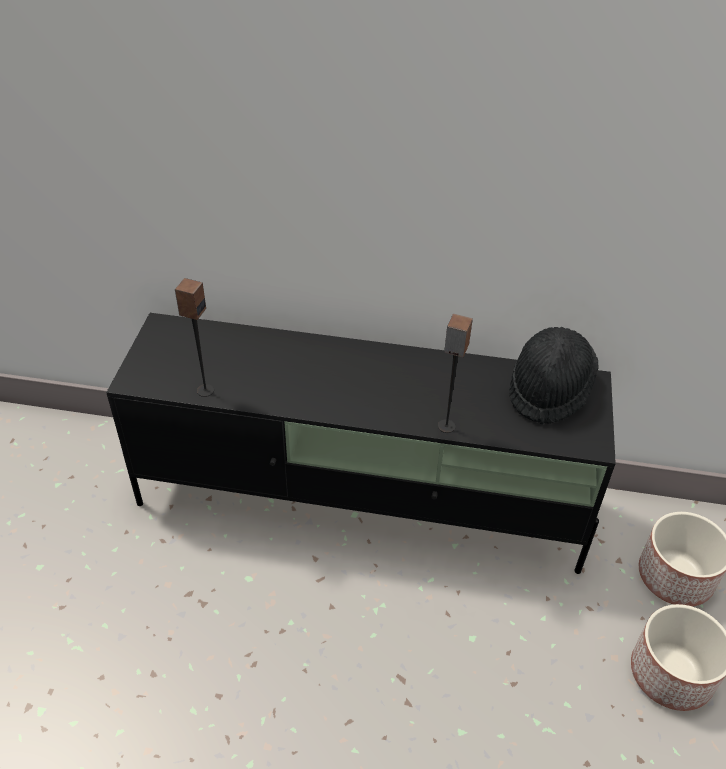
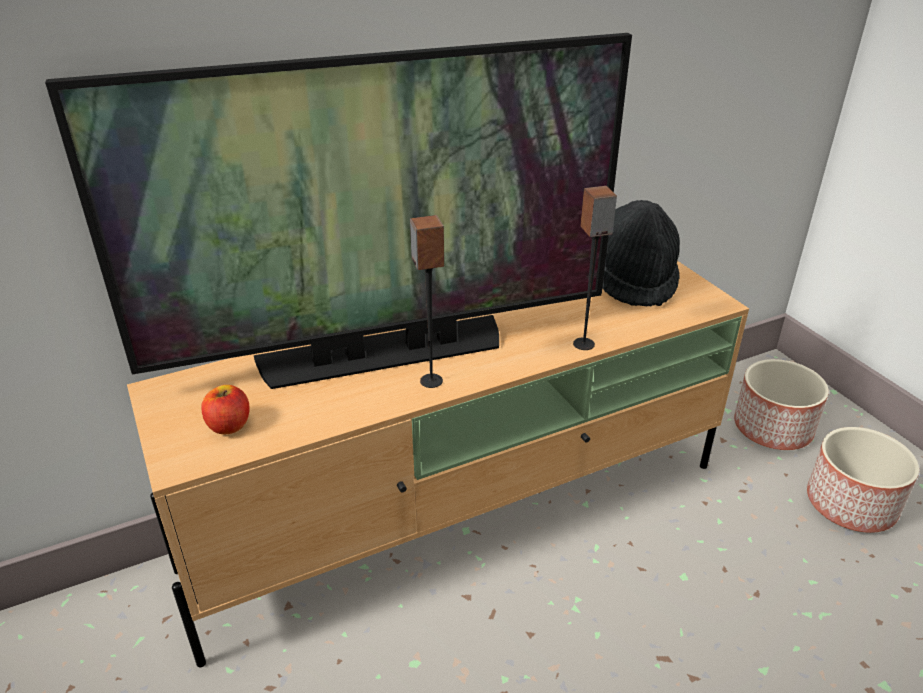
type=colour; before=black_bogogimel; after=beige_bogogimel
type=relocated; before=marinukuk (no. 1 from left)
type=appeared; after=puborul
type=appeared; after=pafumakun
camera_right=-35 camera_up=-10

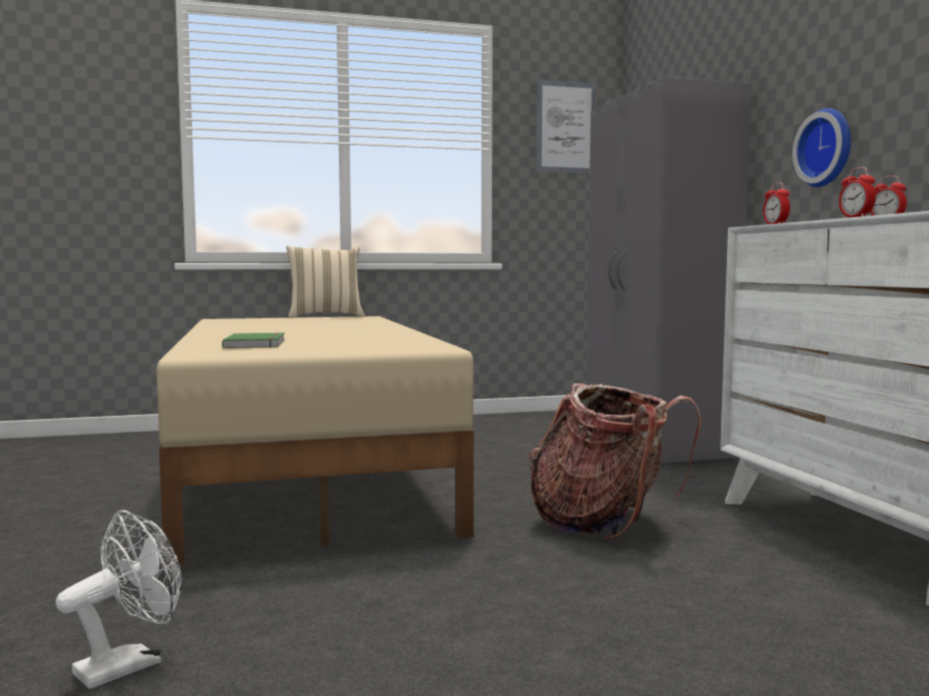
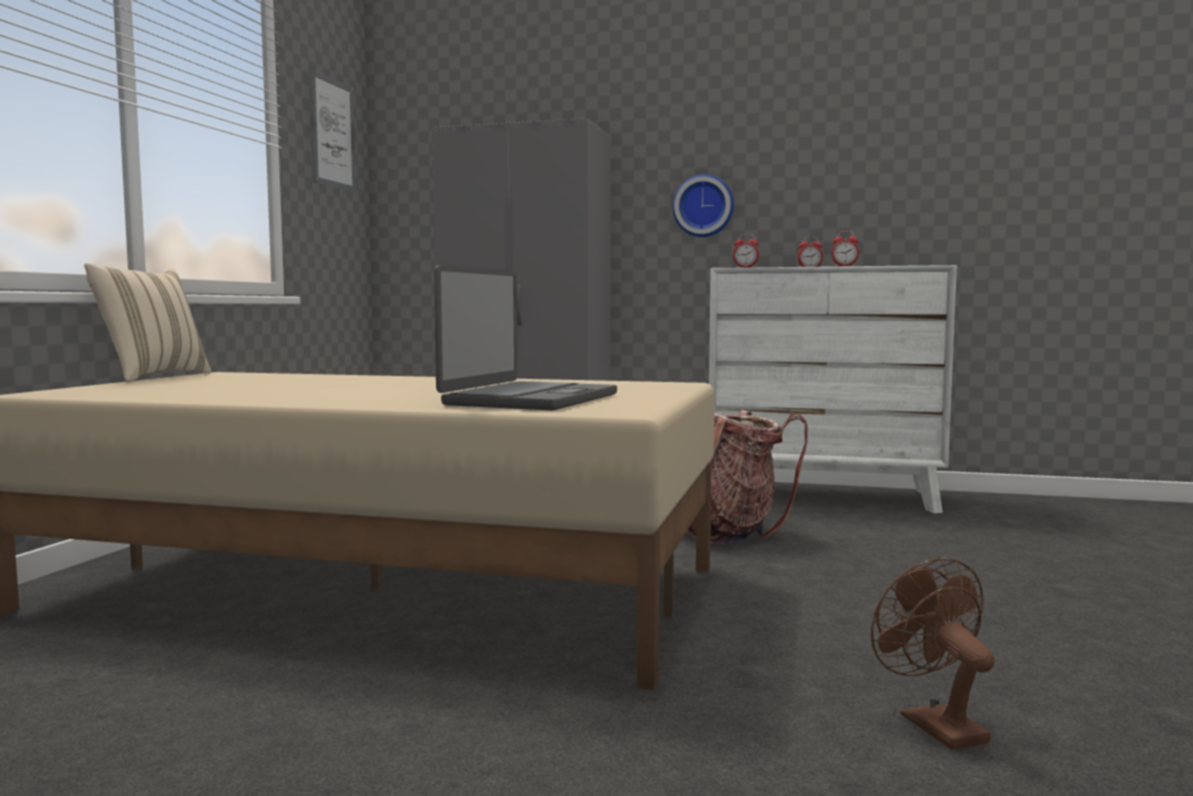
type=colour; before=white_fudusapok; after=brown_fudusapok
type=exchanged; before=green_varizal; after=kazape
camera_right=-60 camera_up=0

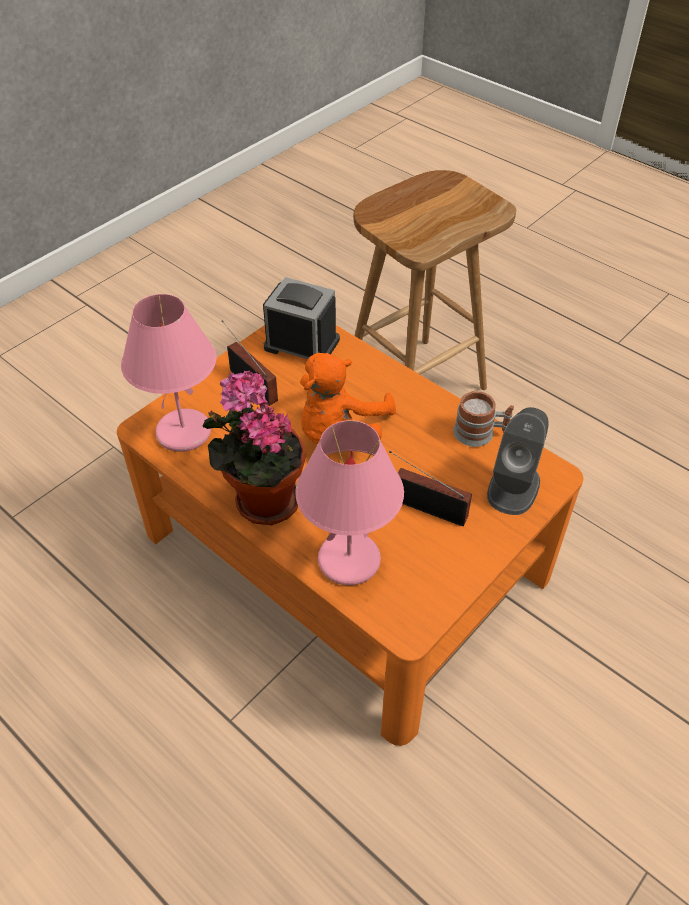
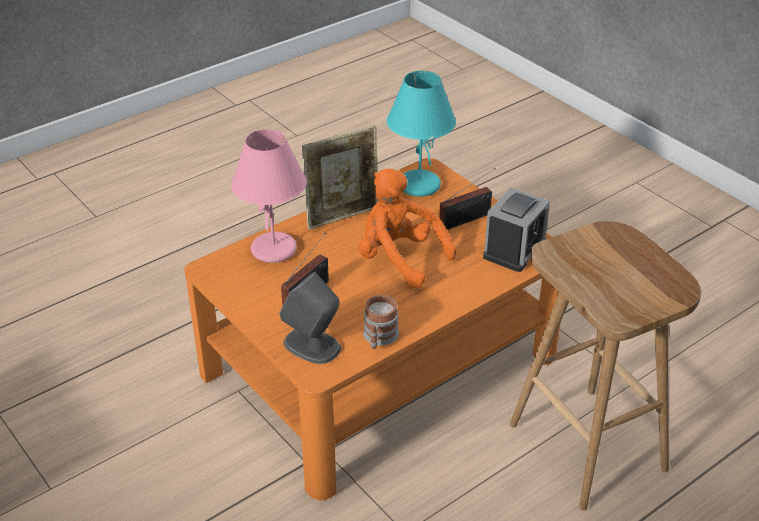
type=colour; before=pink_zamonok (no. 1 from left); after=turquoise_zamonok
type=exchanged; before=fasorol; after=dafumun
camera_right=100 camera_up=-10

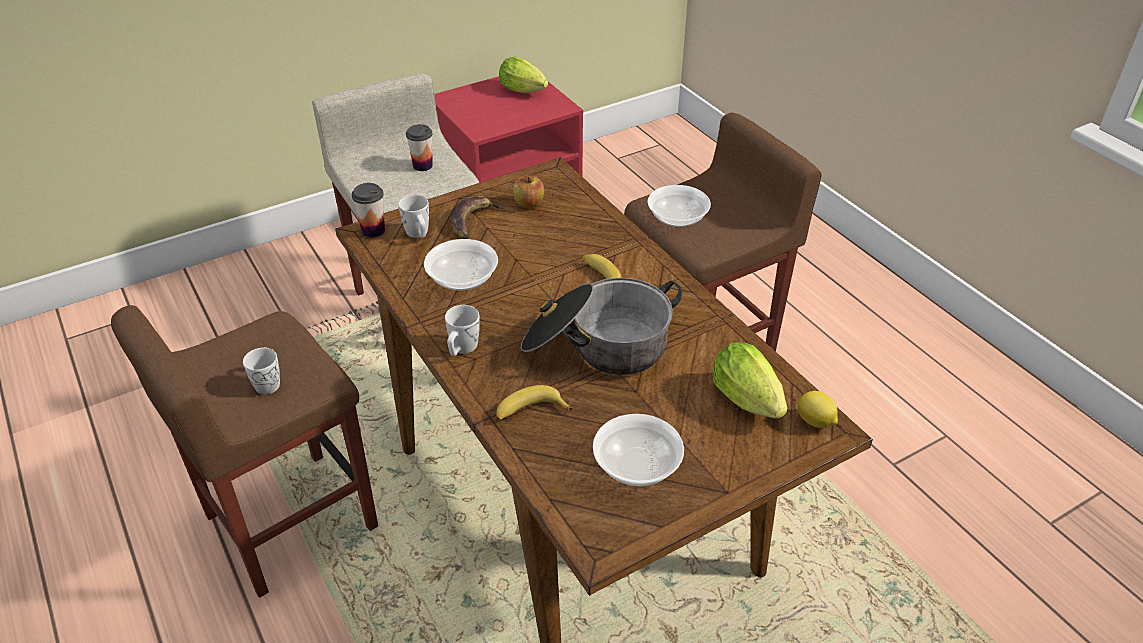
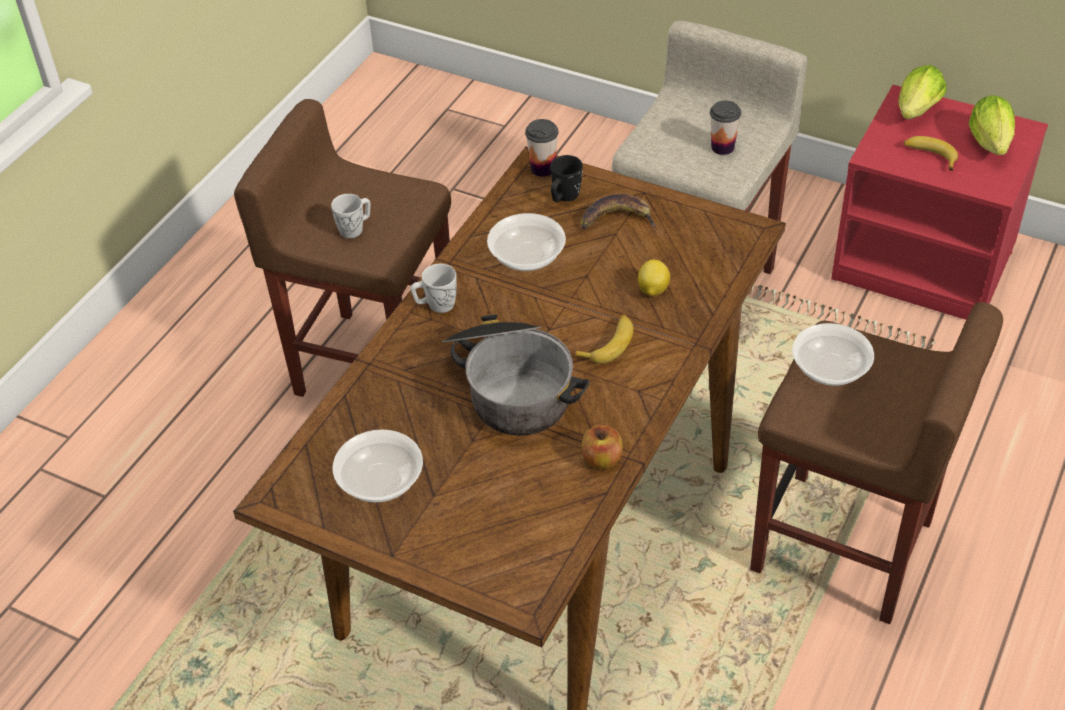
type=colour; before=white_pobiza (no. 2 from left); after=black_pobiza
type=relocated; before=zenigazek (no. 2 from left in the first image); after=zenigazek (no. 3 from left)
type=relocated; before=pafumakun
type=relocated; before=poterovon (no. 2 from left in the first image); after=poterovon (no. 1 from left)
type=relocated; before=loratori
camera_right=60 camera_up=5

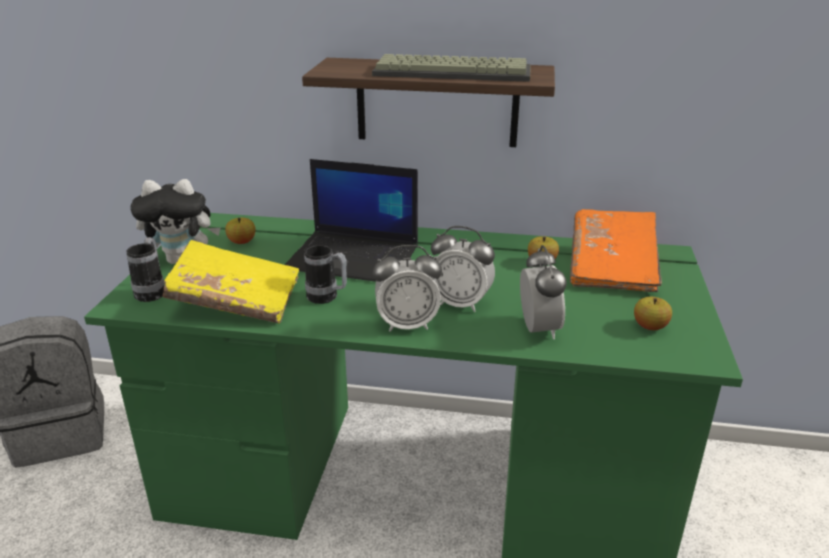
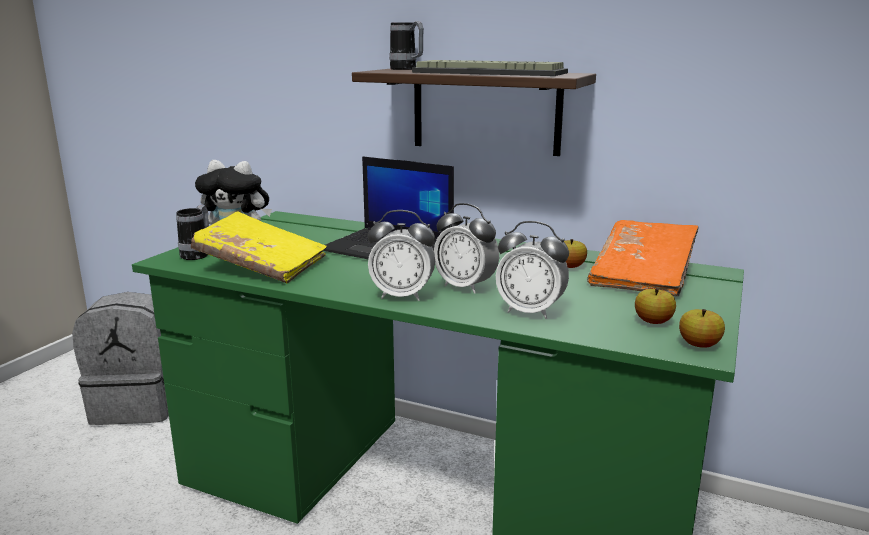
type=relocated; before=pafumakun (no. 1 from left in the first image); after=pafumakun (no. 3 from left)
type=relocated; before=pobiza (no. 2 from left)
type=spun; before=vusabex (no. 3 from left); turn=105
camera_right=15 camera_up=-10

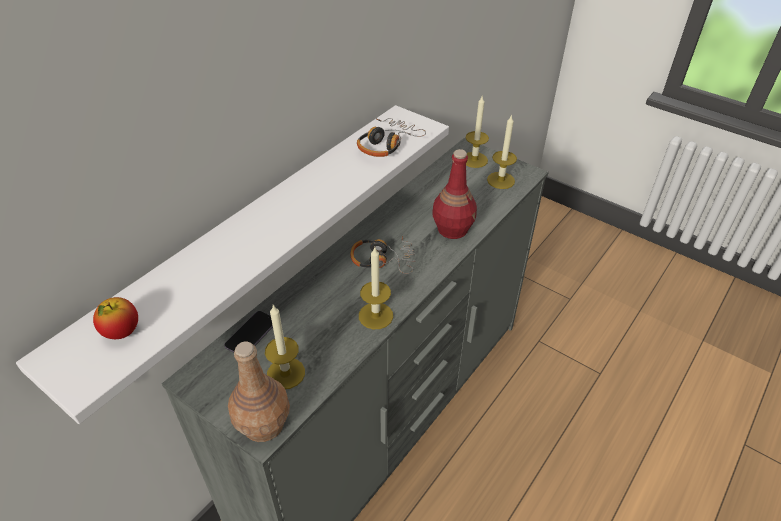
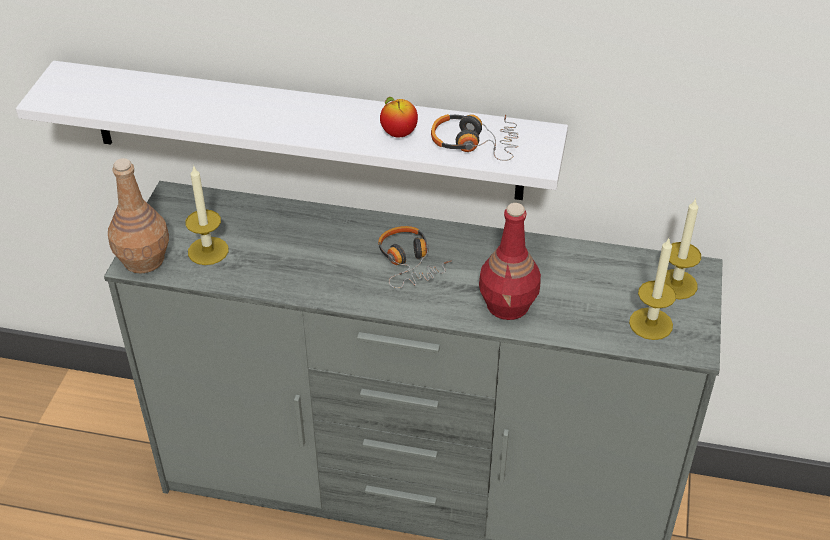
type=relocated; before=pafumakun
type=missing; before=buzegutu
type=missing; before=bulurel (no. 2 from left)
camera_right=65 camera_up=0

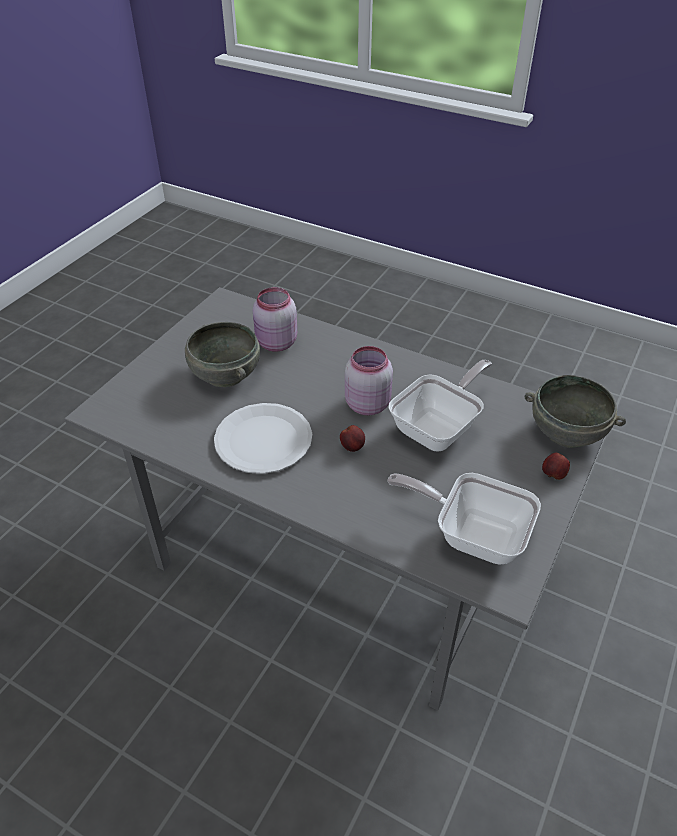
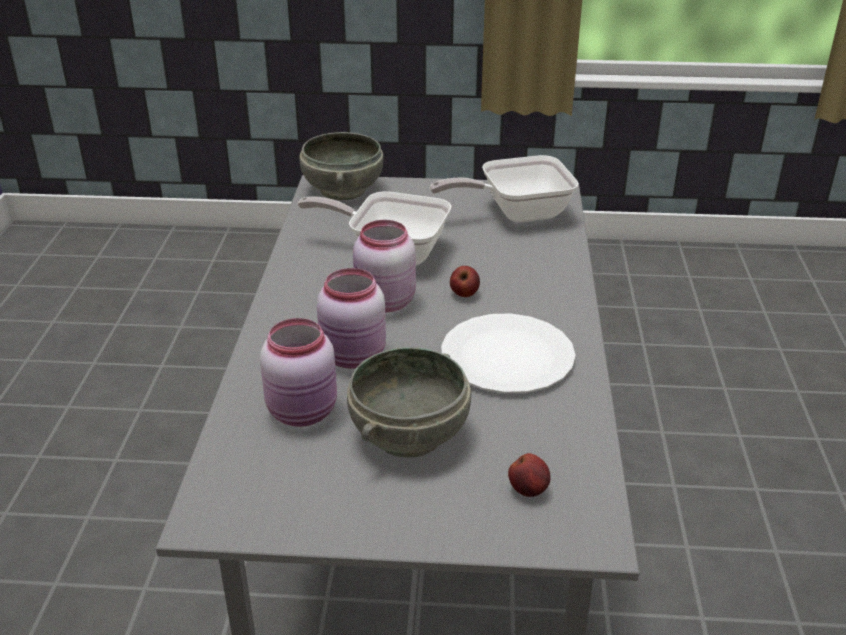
type=spun; before=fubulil (no. 2 from left); turn=75
type=relocated; before=pafumakun (no. 2 from left)
type=appeared; after=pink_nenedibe (no. 2 from left)
camera_right=-115 camera_up=-10

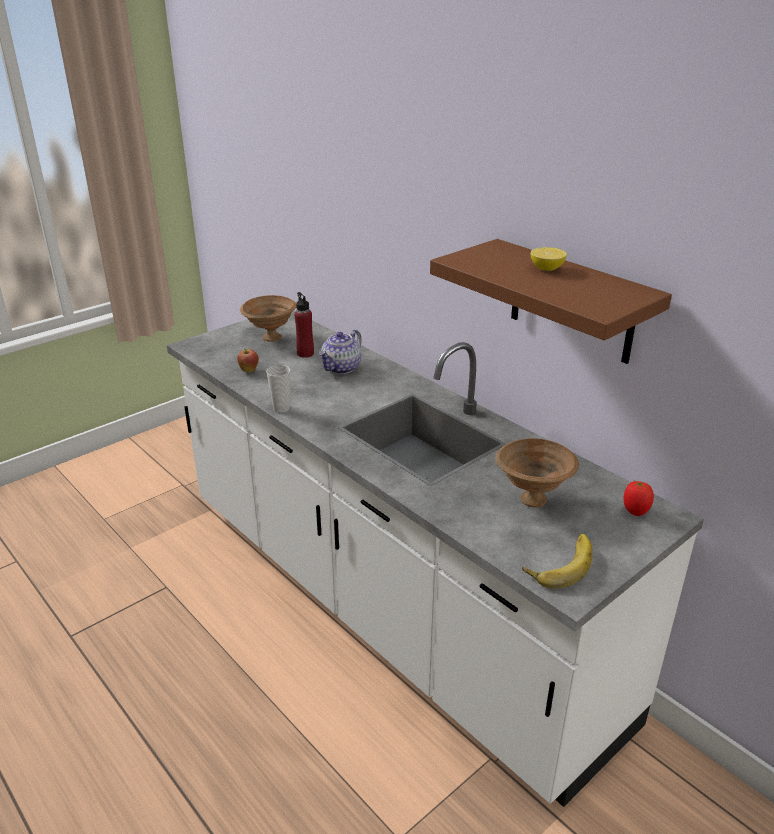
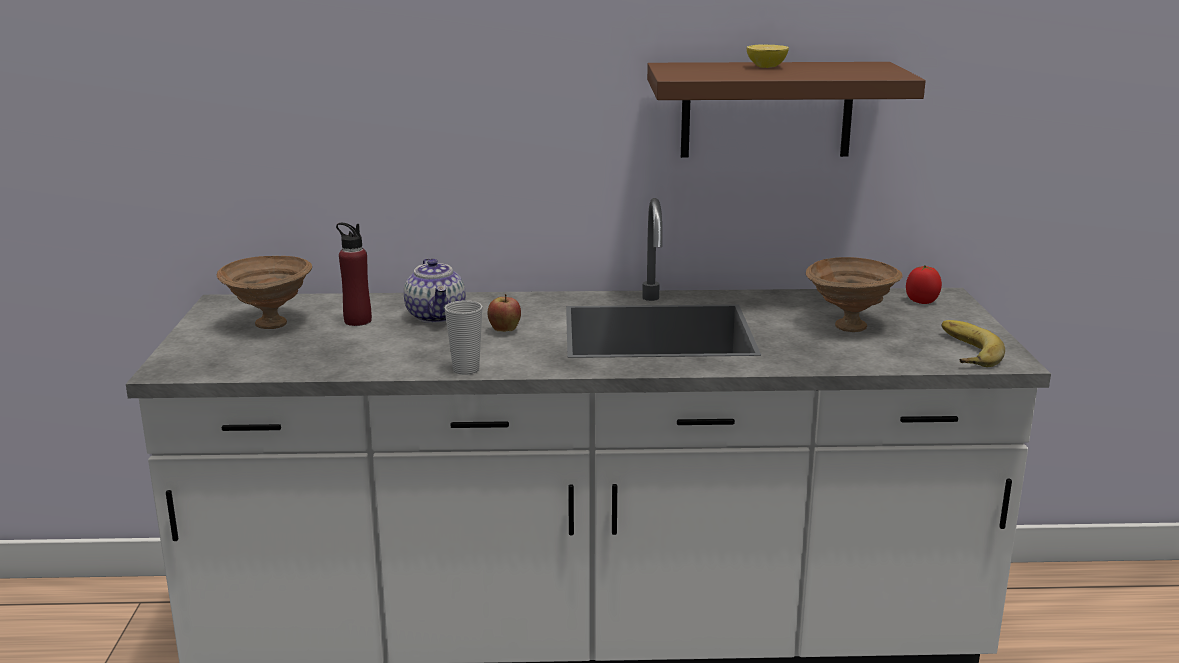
type=relocated; before=pafumakun
camera_right=-50 camera_up=-10

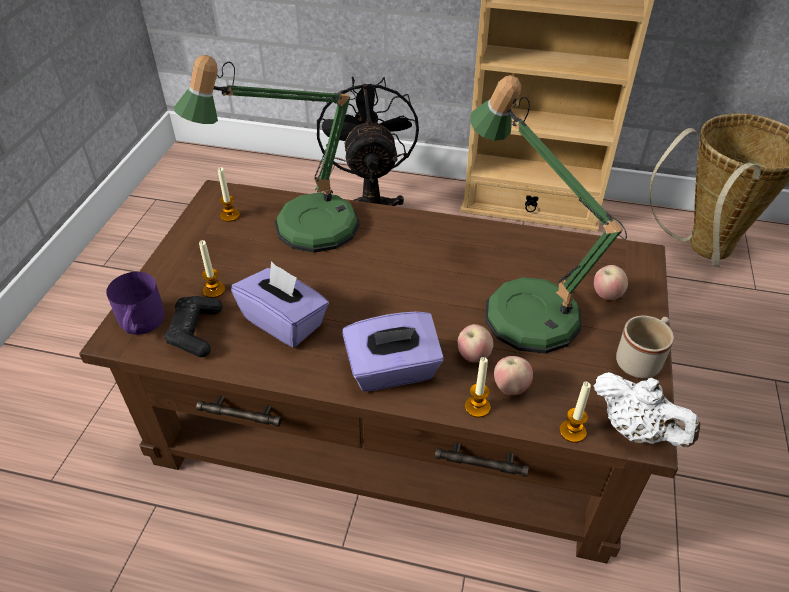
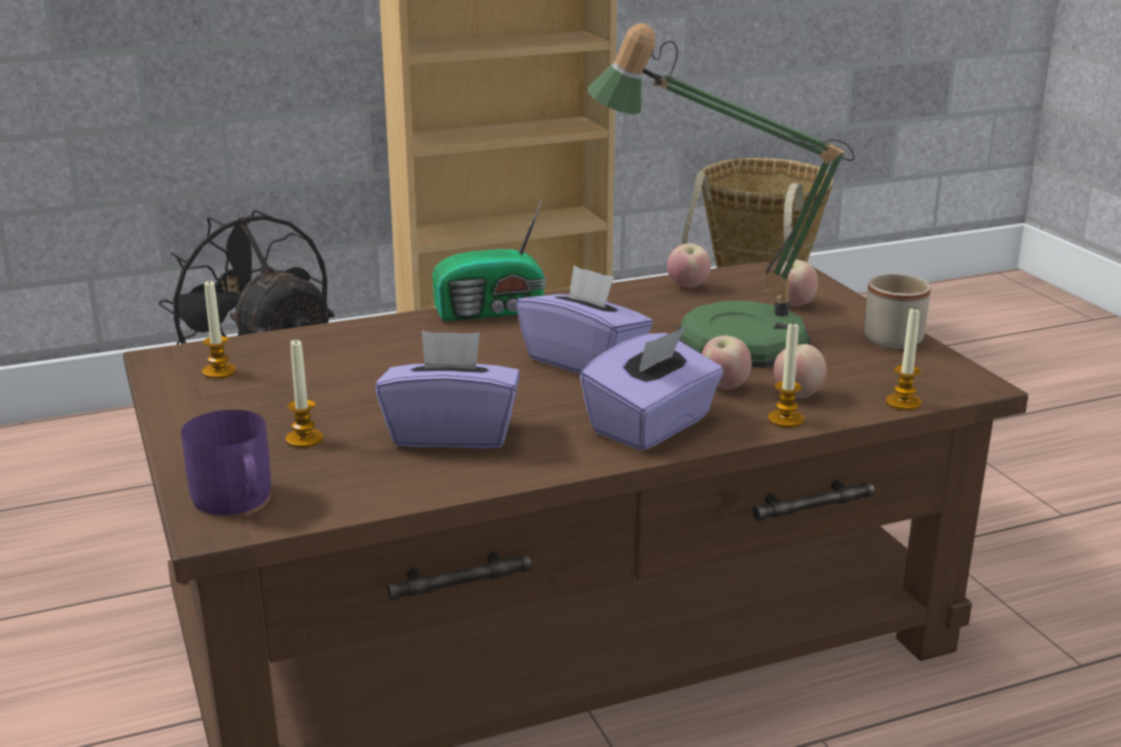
type=missing; before=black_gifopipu
type=missing; before=zamonok (no. 1 from left)
type=missing; before=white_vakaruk
type=appeared; after=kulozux
type=appeared; after=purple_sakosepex (no. 2 from left)
type=appeared; after=pafumakun (no. 1 from left)
camera_right=-35 camera_up=-20

